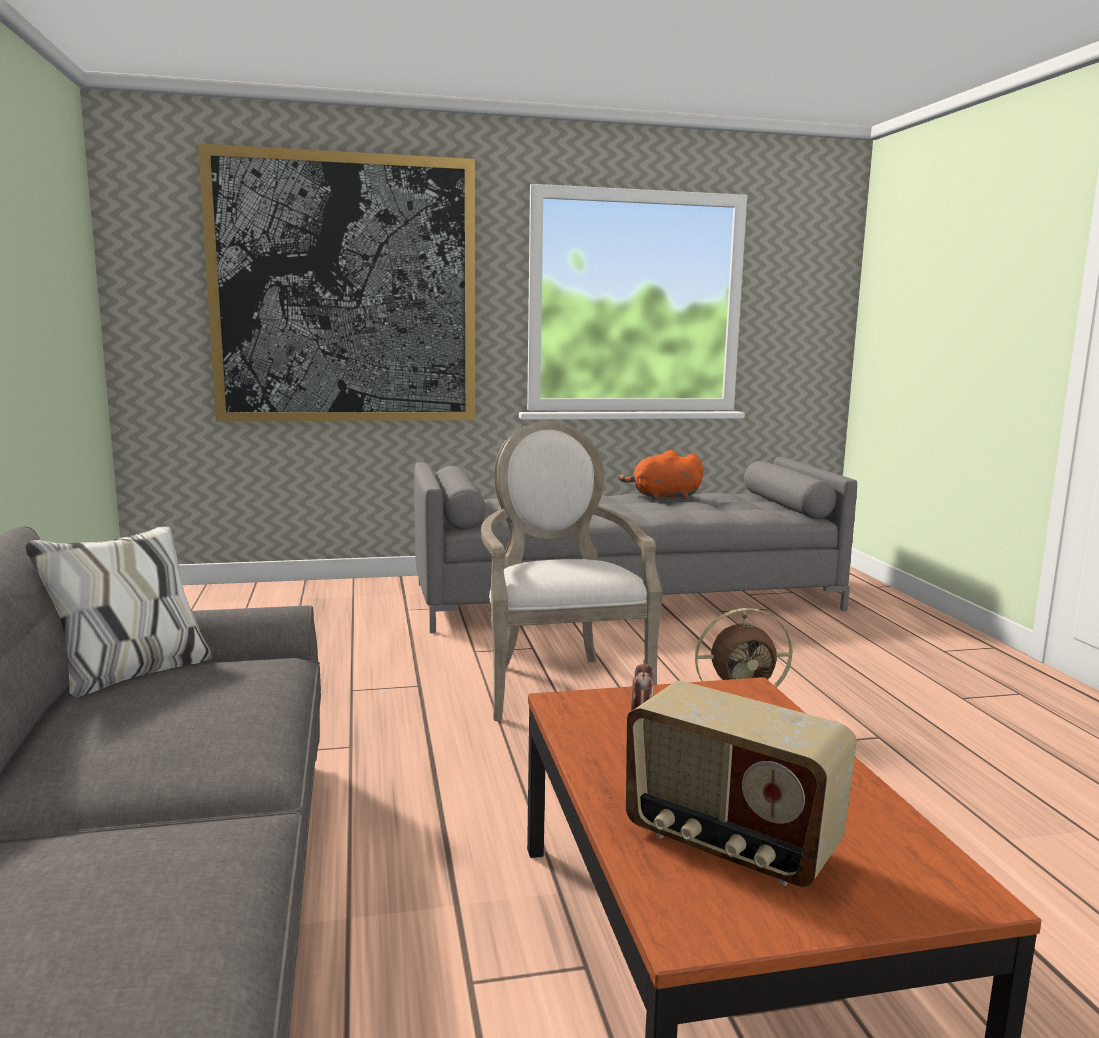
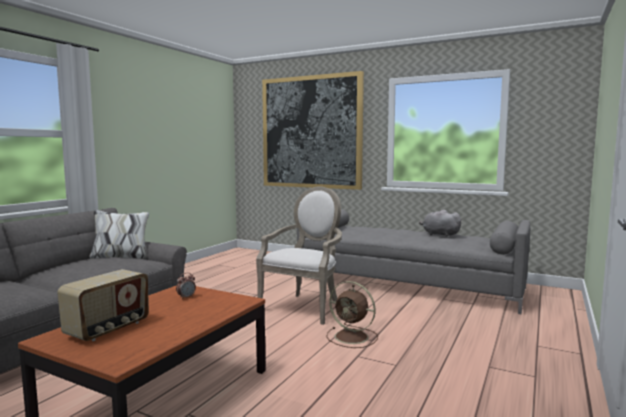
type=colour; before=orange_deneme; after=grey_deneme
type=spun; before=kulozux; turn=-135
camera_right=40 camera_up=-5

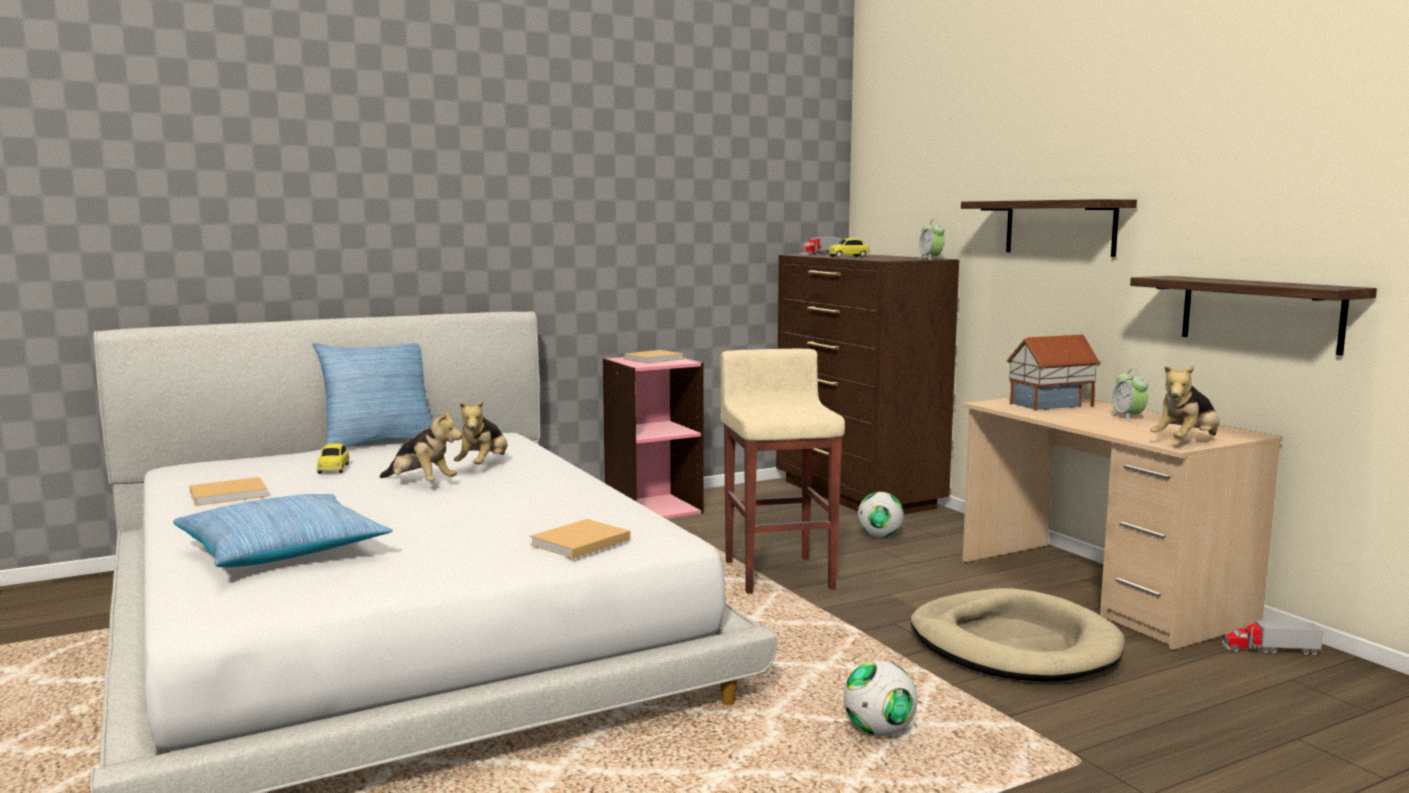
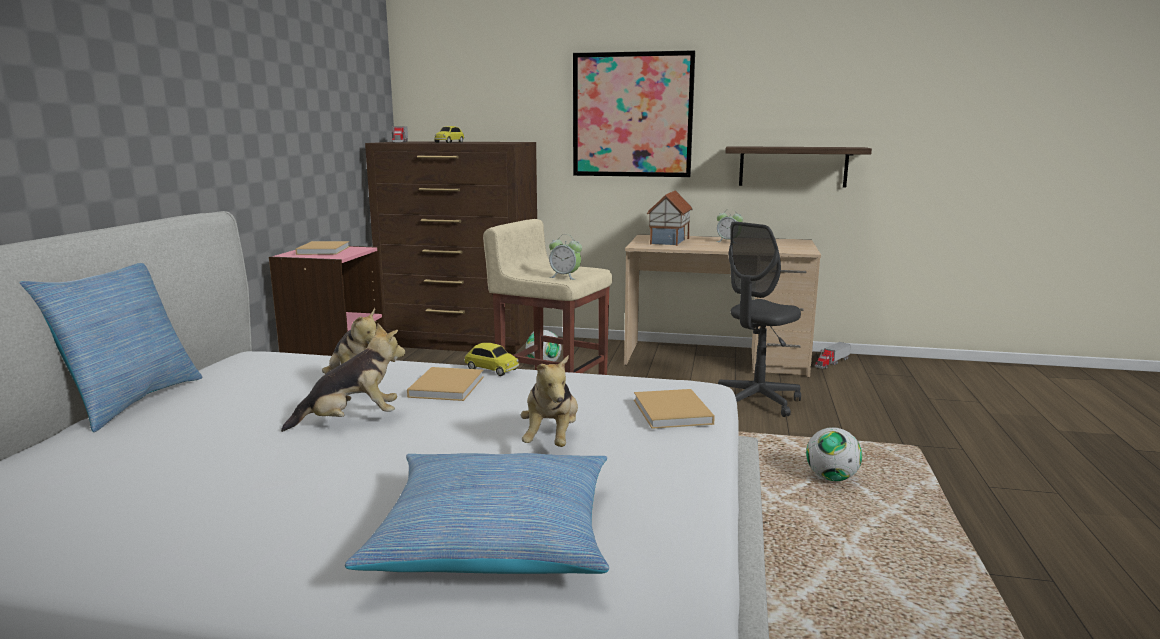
type=relocated; before=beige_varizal (no. 1 from left in the first image); after=beige_varizal (no. 2 from left)
type=relocated; before=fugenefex (no. 1 from left in the first image); after=fugenefex (no. 2 from left)
type=exchanged; before=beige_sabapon; after=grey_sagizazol
type=relocated; before=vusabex (no. 1 from left)
type=exchanged; before=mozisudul (no. 1 from left); after=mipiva
type=relocated; before=deneme (no. 3 from left)
camera_right=-50 camera_up=5

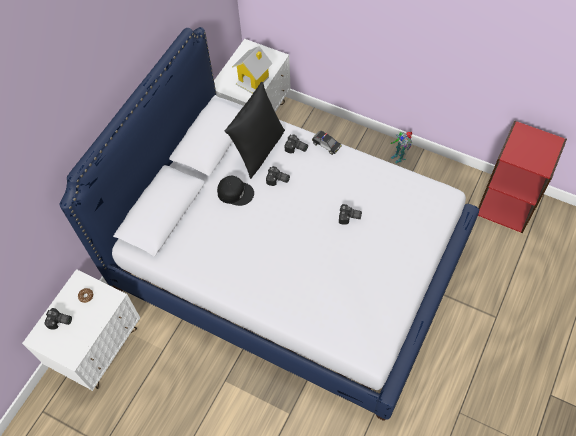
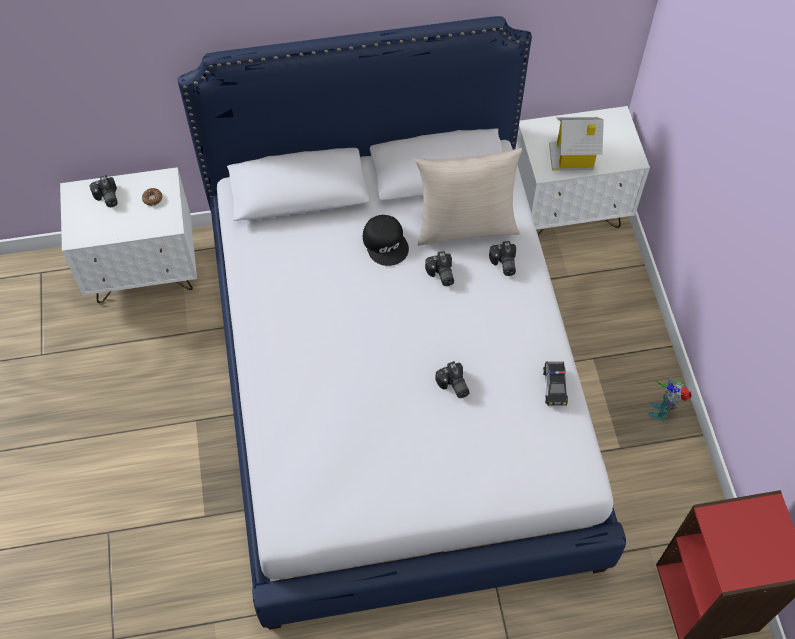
type=colour; before=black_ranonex; after=beige_ranonex
type=relocated; before=fugenefex
camera_right=50 camera_up=0

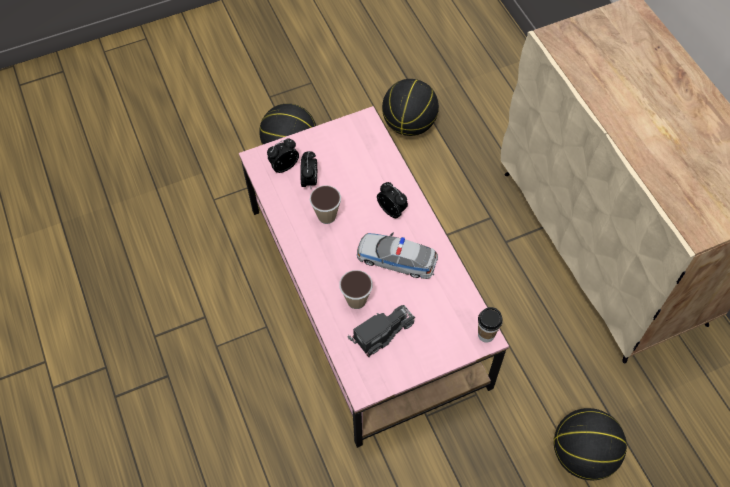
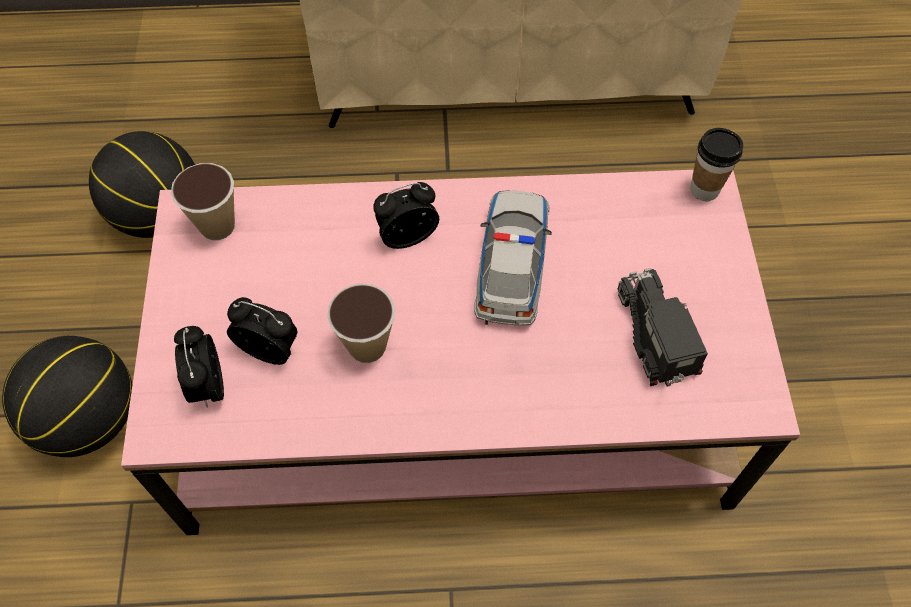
type=relocated; before=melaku (no. 2 from left in the first image); after=melaku (no. 1 from left)
type=spun; before=fugenefex; turn=150
type=missing; before=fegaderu (no. 3 from left)
camera_right=-70 camera_up=0

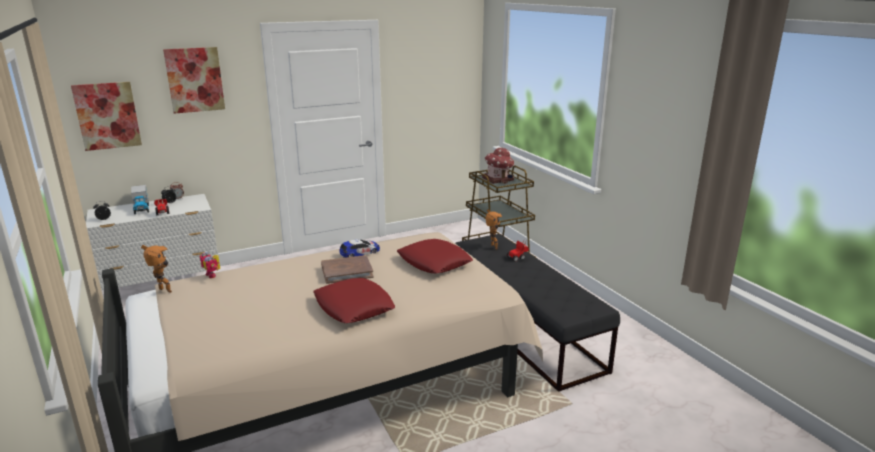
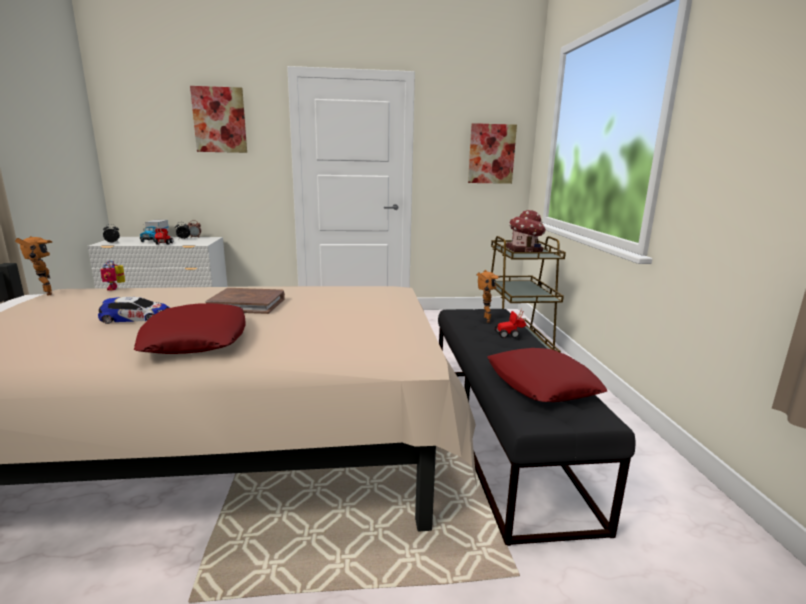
type=relocated; before=mipiva (no. 1 from left in the first image); after=mipiva (no. 2 from left)
type=relocated; before=fugenefex (no. 2 from left in the first image); after=fugenefex (no. 1 from left)
type=relocated; before=red_ranonex (no. 2 from left)
camera_right=20 camera_up=-5

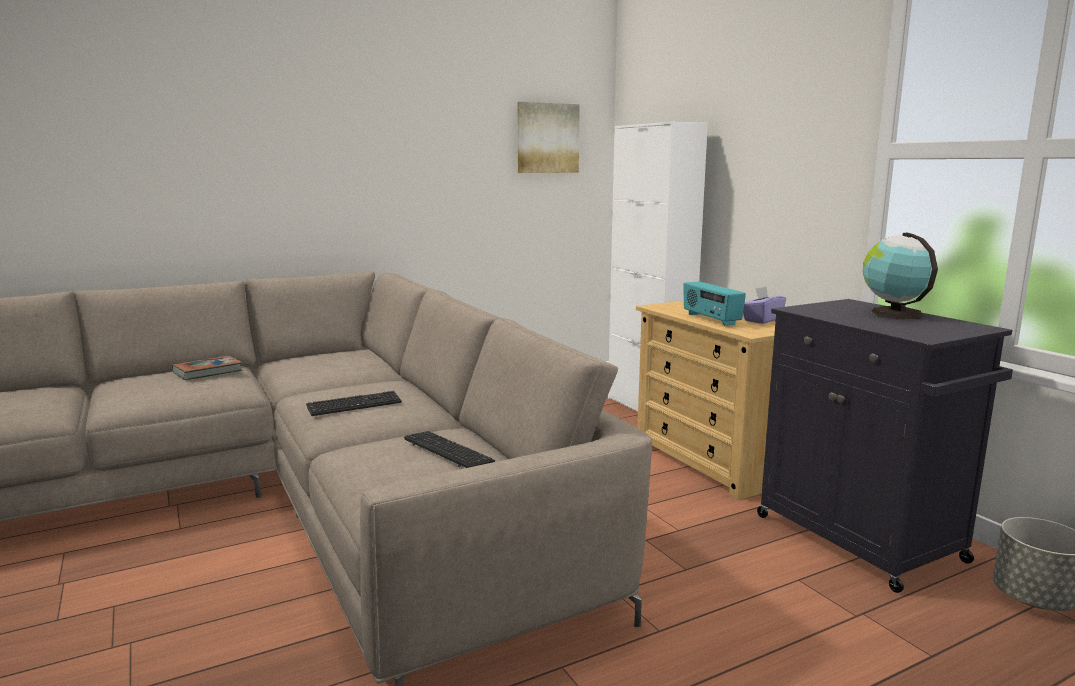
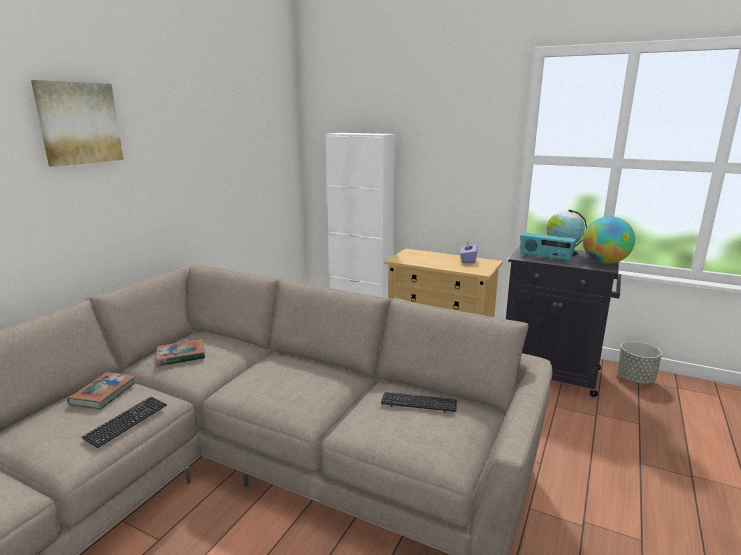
type=relocated; before=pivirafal (no. 1 from left)
type=relocated; before=mipiva
type=relocated; before=kulozux
type=appeared; after=varizal (no. 2 from left)
type=appeared; after=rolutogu (no. 2 from left)
camera_right=-35 camera_up=5

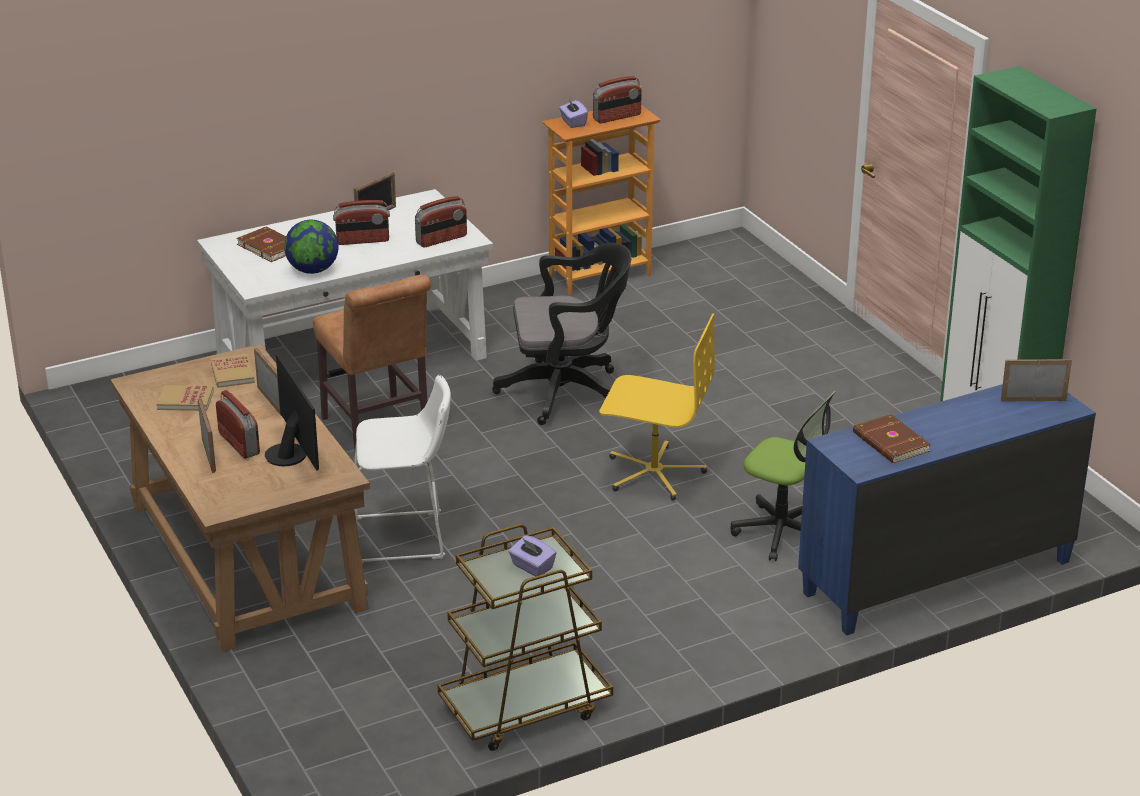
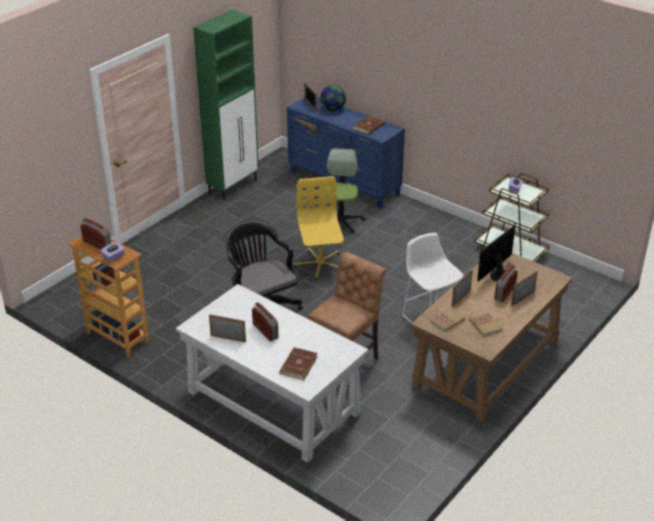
type=relocated; before=rolutogu
type=missing; before=kulozux (no. 3 from left)
camera_right=-115 camera_up=5

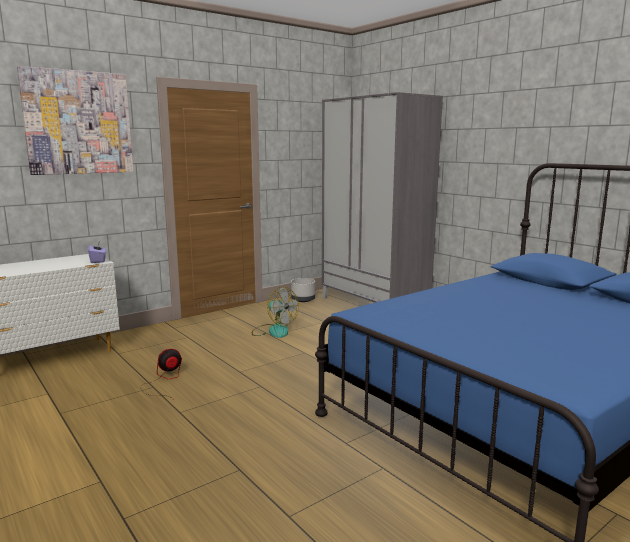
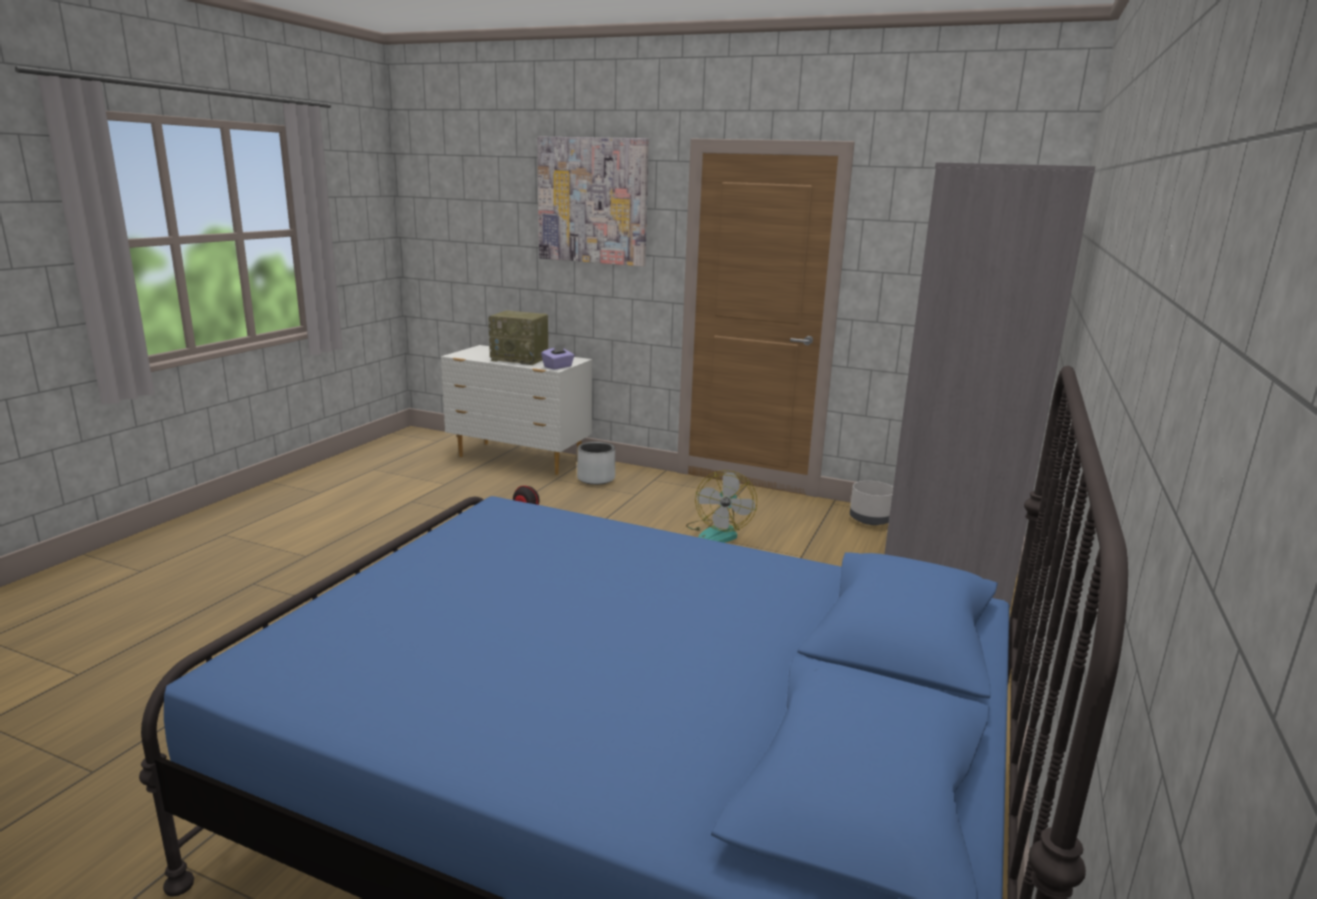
type=appeared; after=kulozux
type=appeared; after=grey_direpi (no. 1 from left)
camera_right=60 camera_up=5

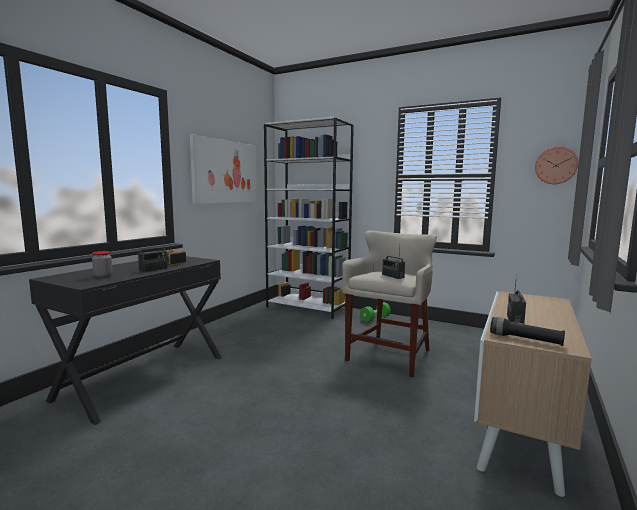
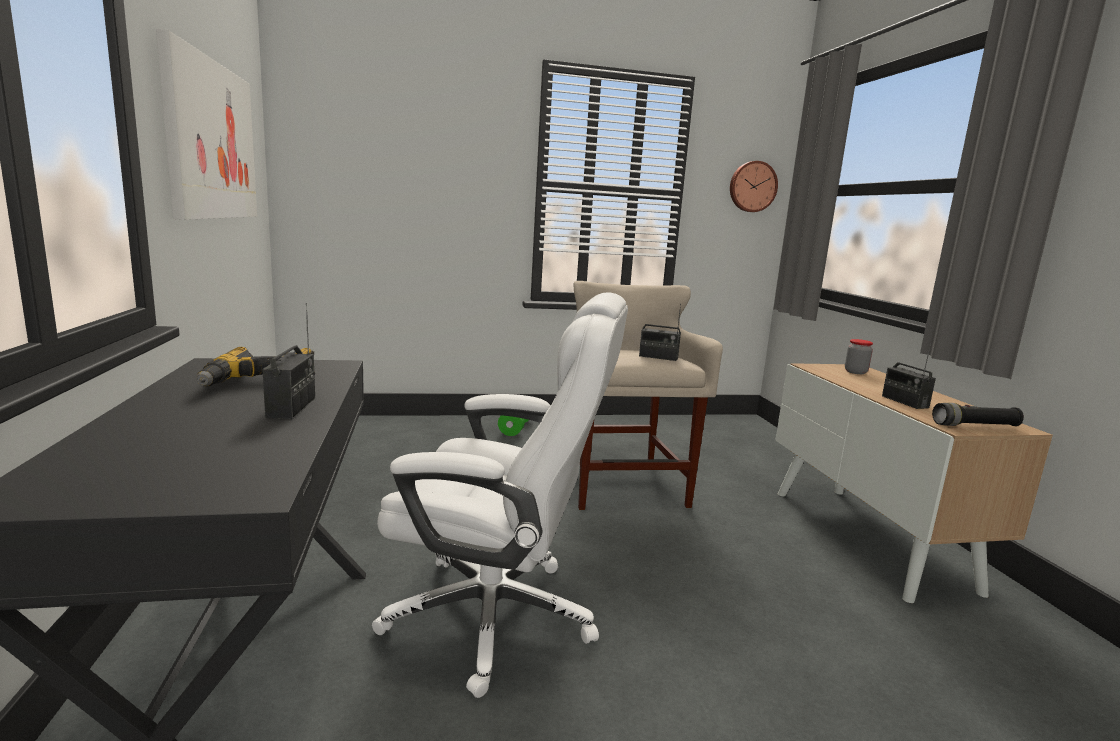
type=relocated; before=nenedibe
type=missing; before=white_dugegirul
type=appeared; after=white_sagizazol
camera_right=-40 camera_up=5

